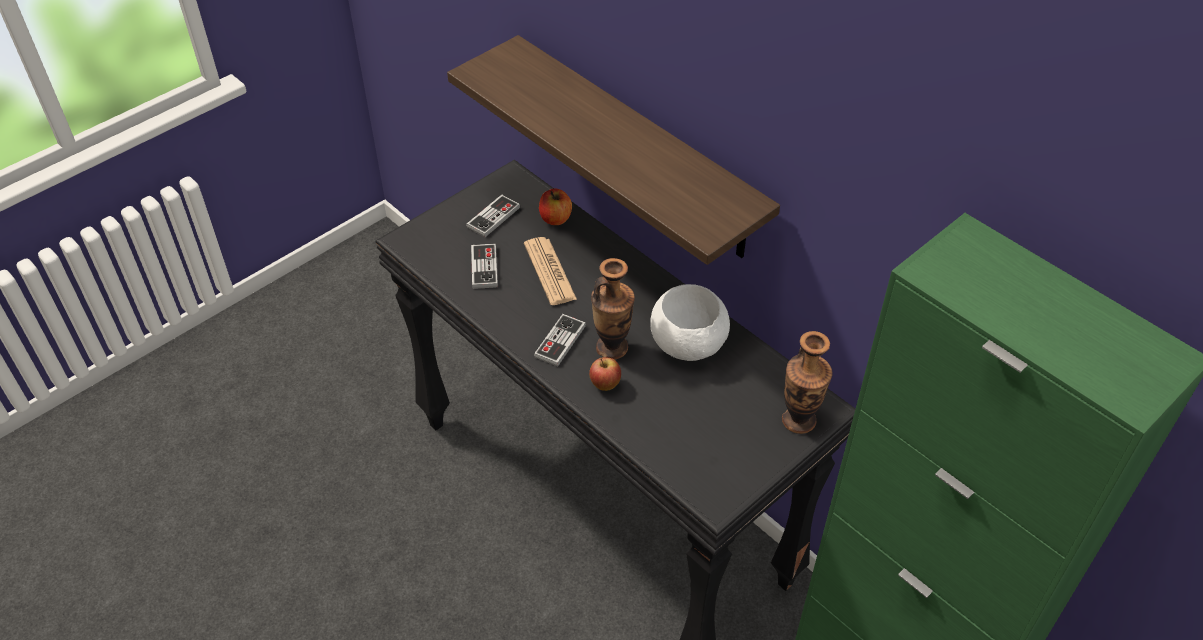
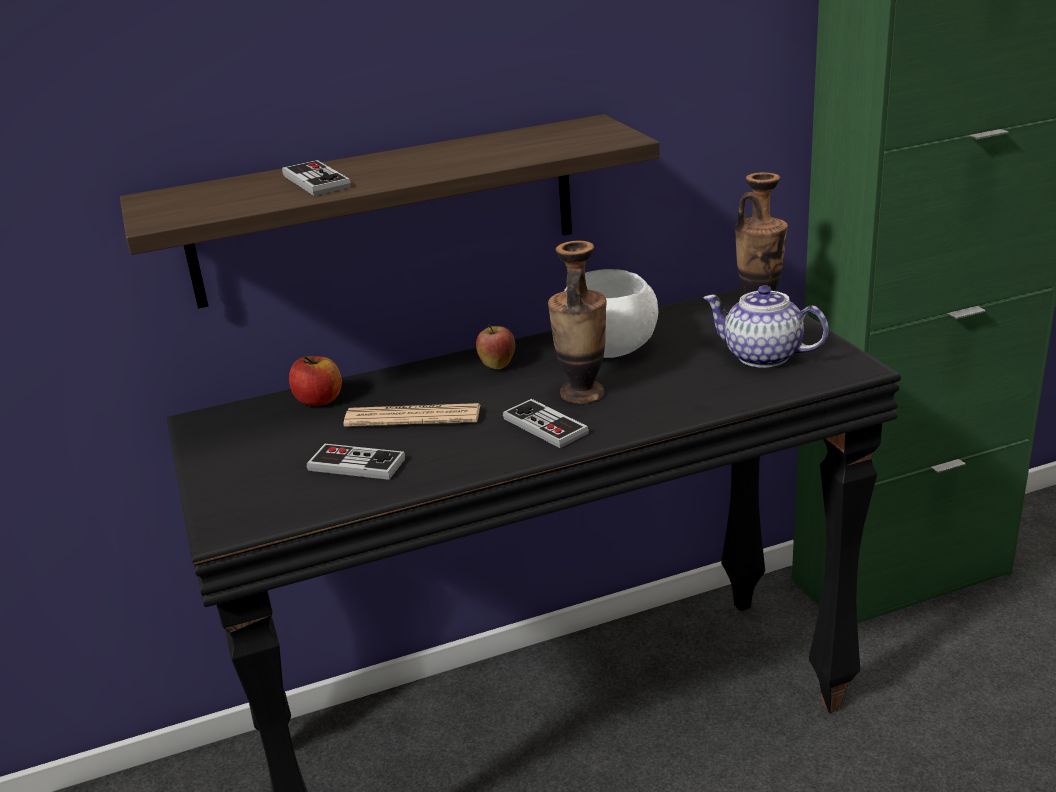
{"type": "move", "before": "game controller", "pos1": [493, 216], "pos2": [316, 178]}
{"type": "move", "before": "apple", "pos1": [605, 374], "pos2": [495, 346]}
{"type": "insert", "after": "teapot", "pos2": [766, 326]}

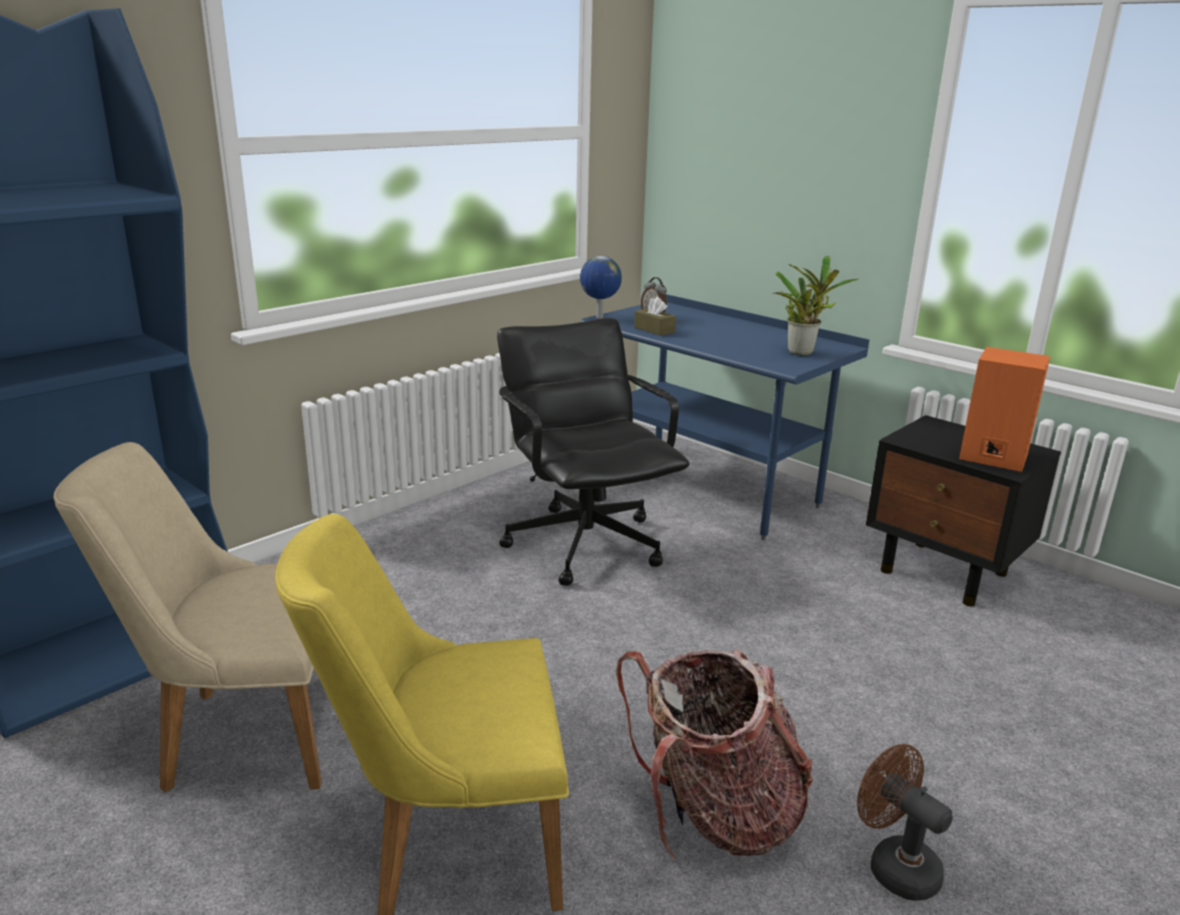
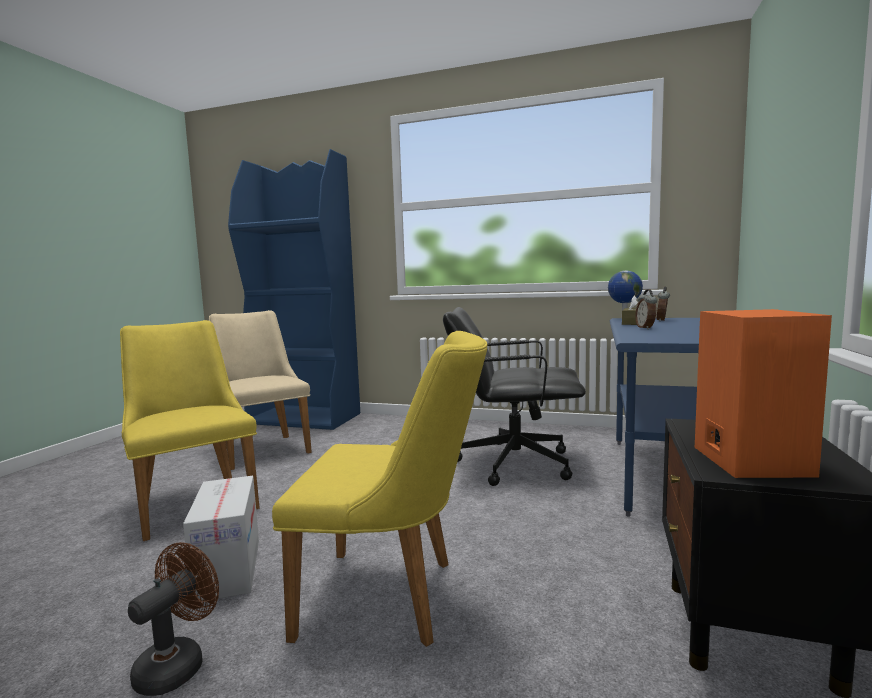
{"type": "delete", "before": "potted plant", "pos1": [814, 306]}
{"type": "rotate", "before": "black office chair", "pos1": [593, 452], "pos2": [514, 396], "turn": -120}
{"type": "replace", "before": "backpack", "after": "cardboard box", "pos1": [714, 755], "pos2": [221, 538]}
{"type": "insert", "after": "alarm clock", "pos2": [646, 309]}
{"type": "insert", "after": "yellow chair", "pos2": [379, 489]}

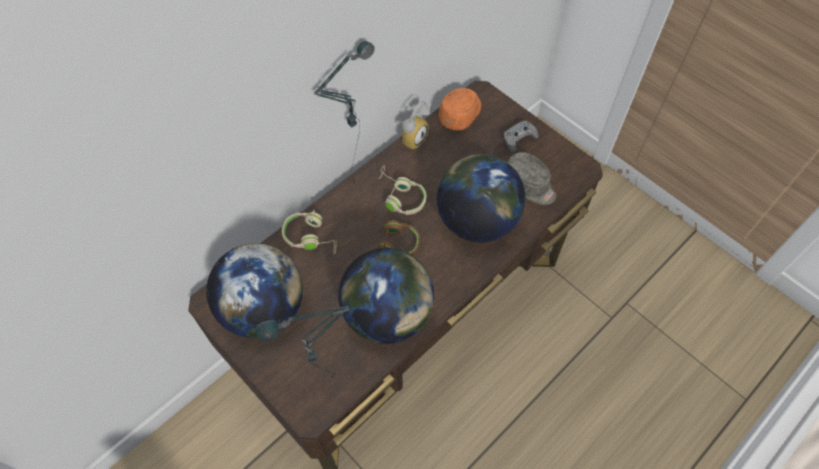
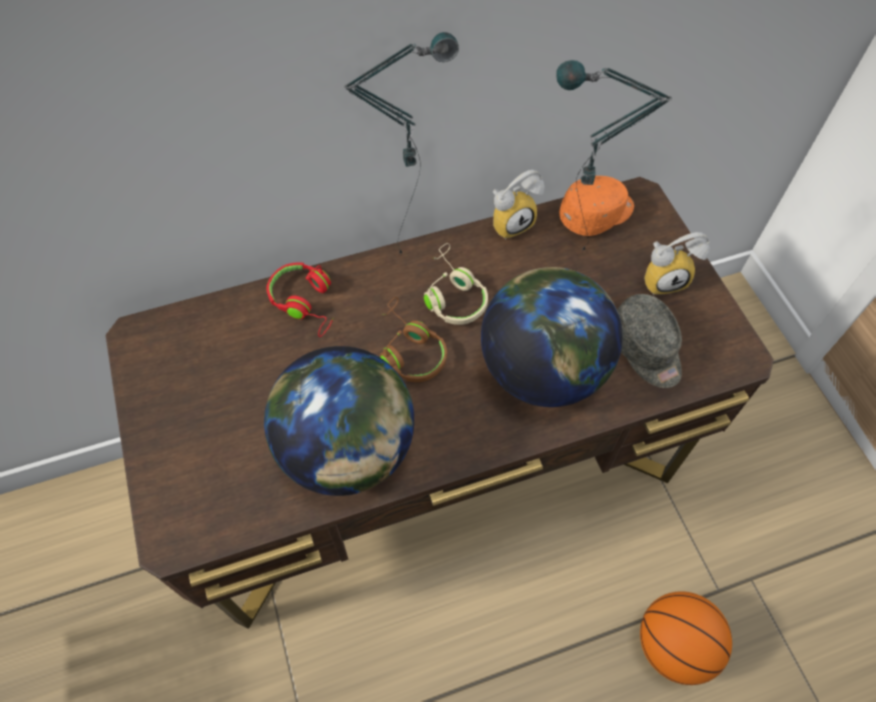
{"type": "replace", "before": "grey game controller", "after": "alarm clock", "pos1": [521, 137], "pos2": [677, 263]}
{"type": "recolor", "before": "beige headphones", "after": "red headphones", "pos1": [309, 232], "pos2": [299, 300]}
{"type": "delete", "before": "globe", "pos1": [254, 290]}
{"type": "move", "before": "table lamp", "pos1": [302, 341], "pos2": [614, 155]}
{"type": "insert", "after": "basketball", "pos2": [686, 638]}

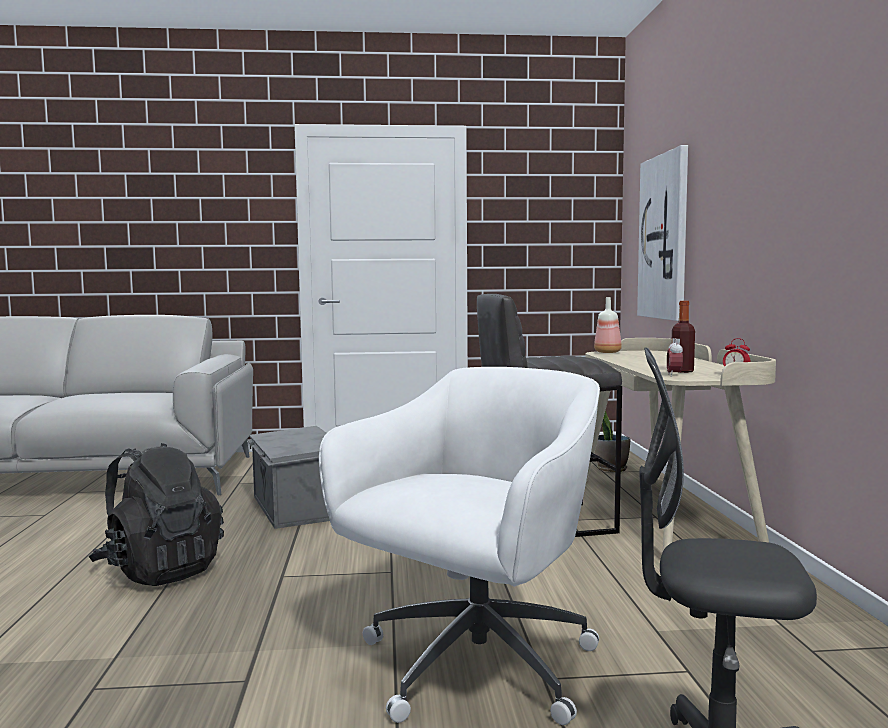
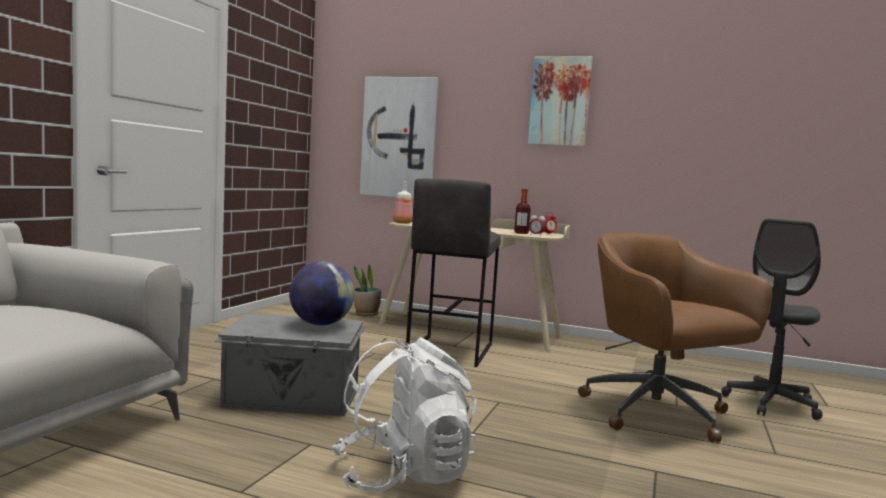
{"type": "recolor", "before": "white office chair", "after": "brown office chair", "pos1": [459, 546], "pos2": [675, 338]}
{"type": "recolor", "before": "black backpack", "after": "white backpack", "pos1": [156, 514], "pos2": [404, 414]}
{"type": "insert", "after": "picture", "pos2": [560, 101]}
{"type": "insert", "after": "globe", "pos2": [322, 293]}

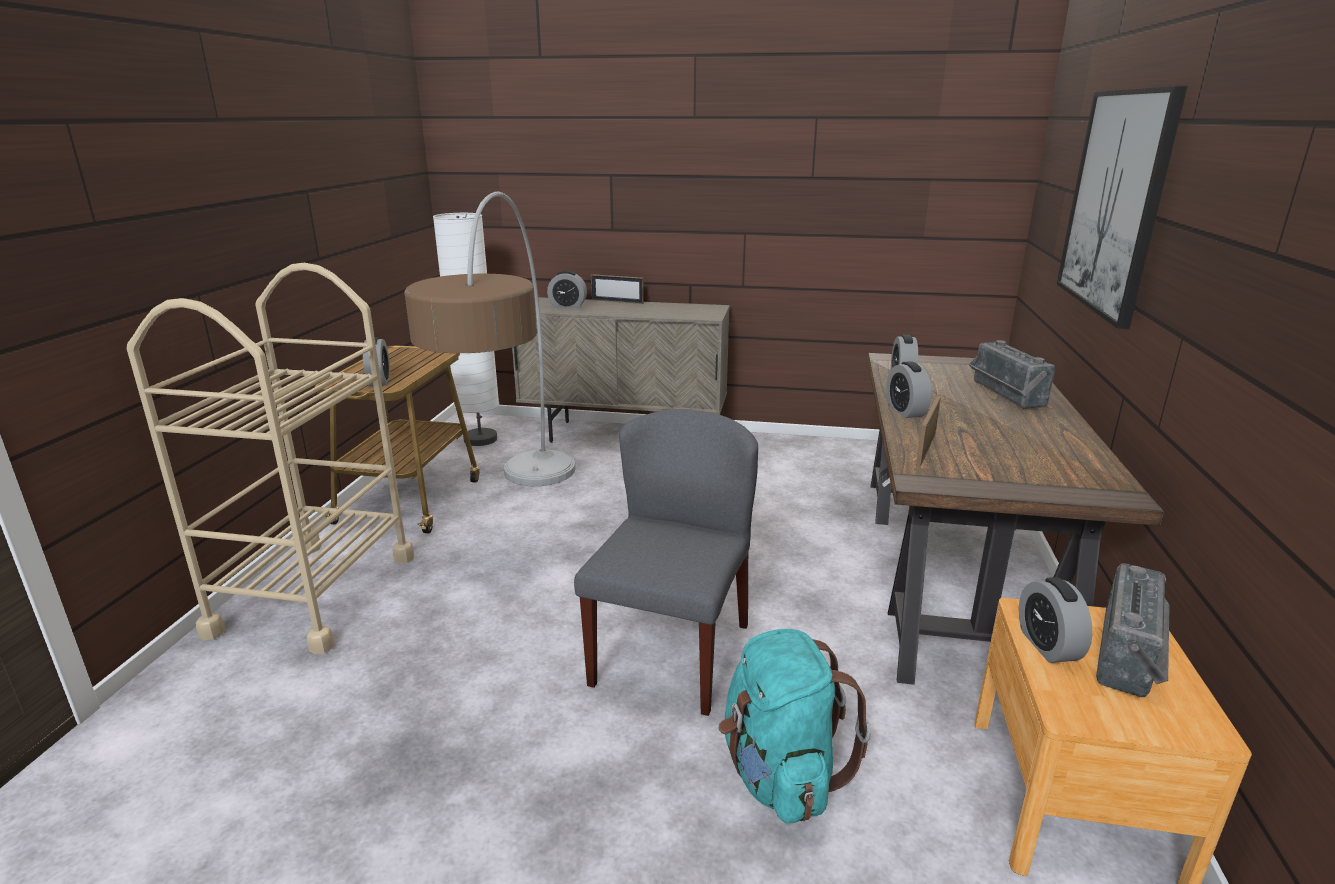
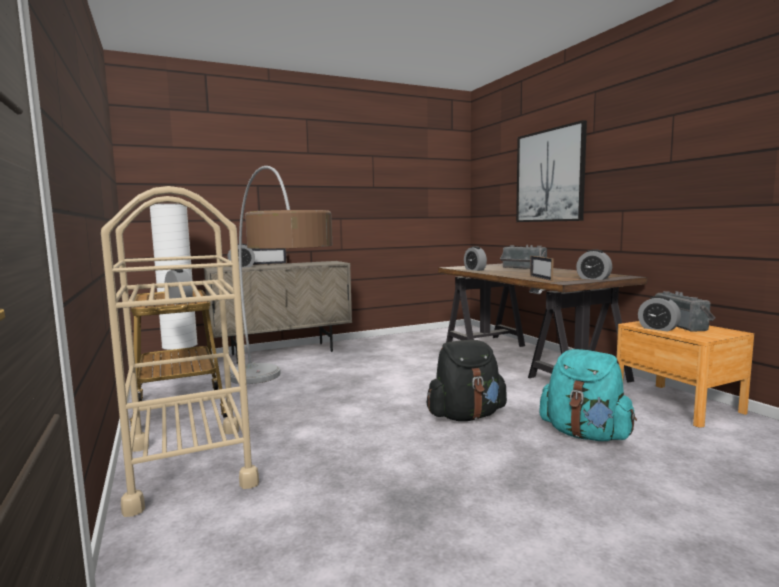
{"type": "move", "before": "alarm clock", "pos1": [909, 389], "pos2": [594, 264]}
{"type": "replace", "before": "grey chair", "after": "black backpack", "pos1": [666, 562], "pos2": [467, 380]}

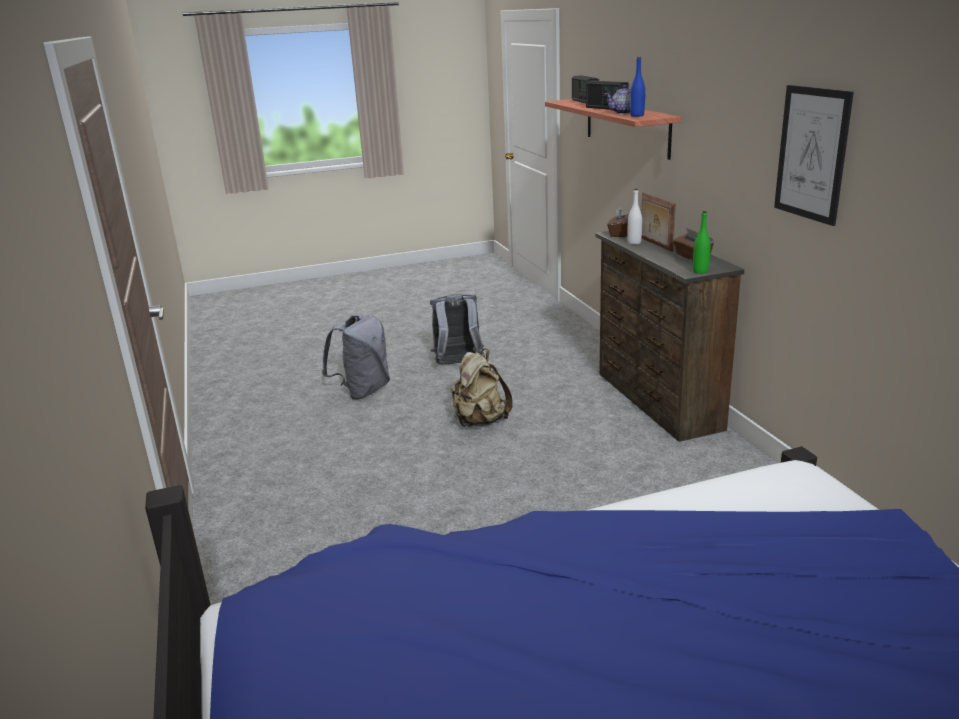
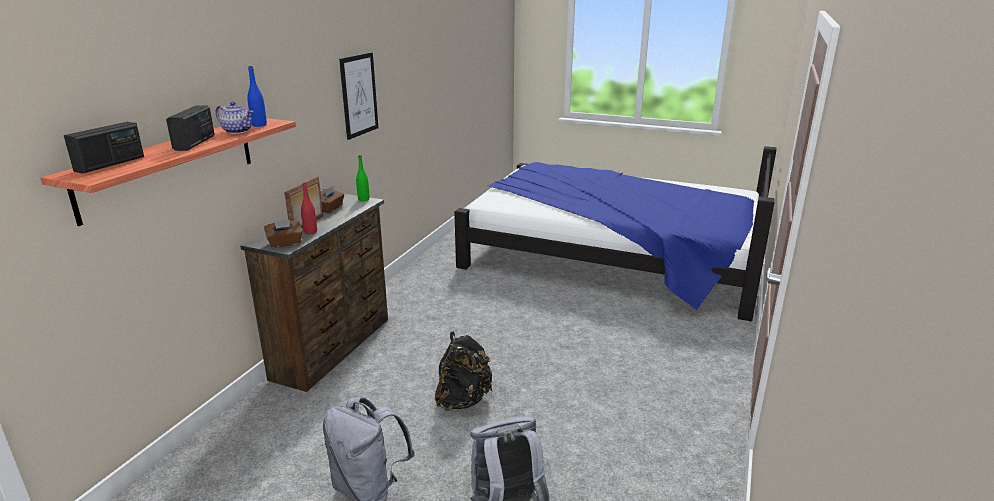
{"type": "recolor", "before": "white bottle", "after": "red bottle", "pos1": [634, 216], "pos2": [309, 208]}
{"type": "recolor", "before": "beige backpack", "after": "black backpack", "pos1": [482, 388], "pos2": [463, 371]}

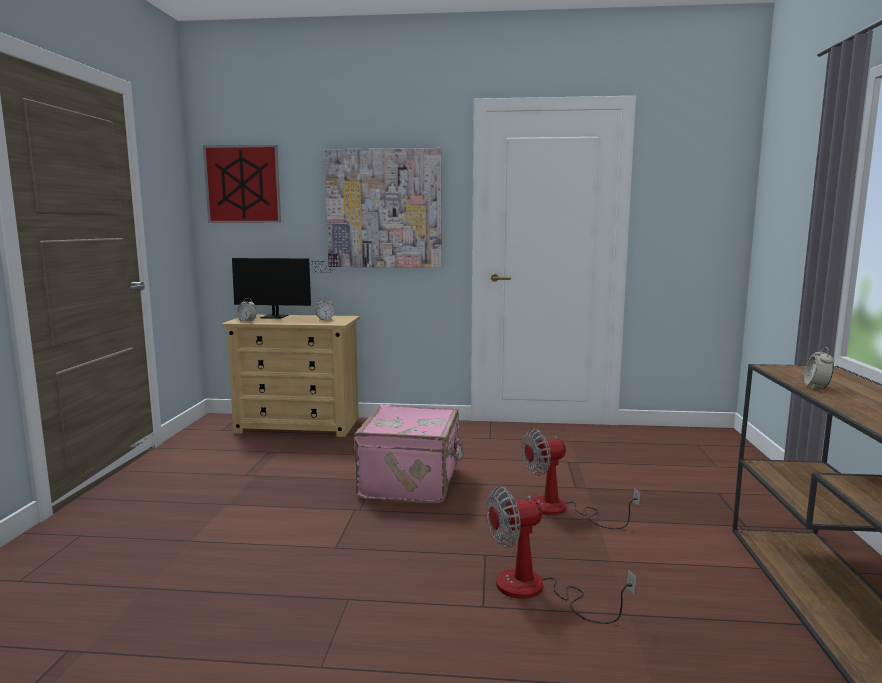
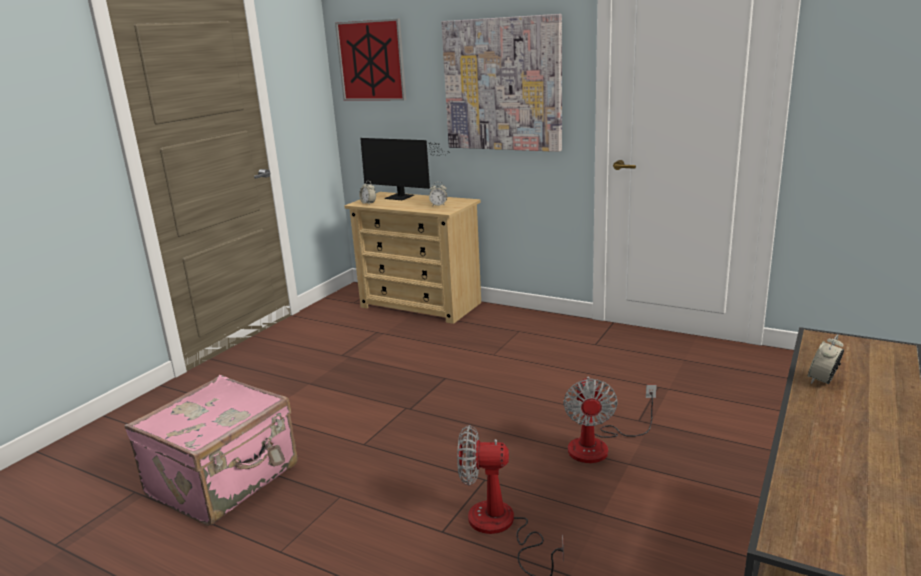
{"type": "move", "before": "pink suitcase", "pos1": [409, 454], "pos2": [211, 450]}
{"type": "rotate", "before": "fan", "pos1": [581, 479], "pos2": [610, 419], "turn": -90}

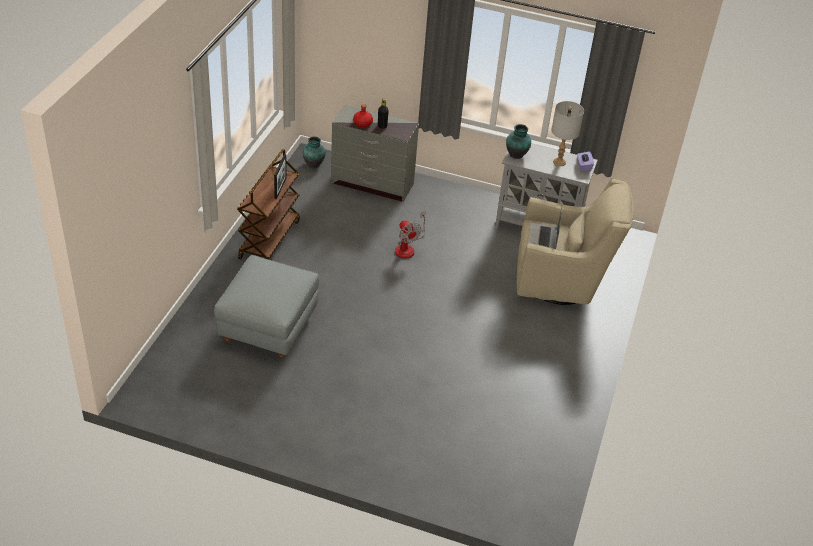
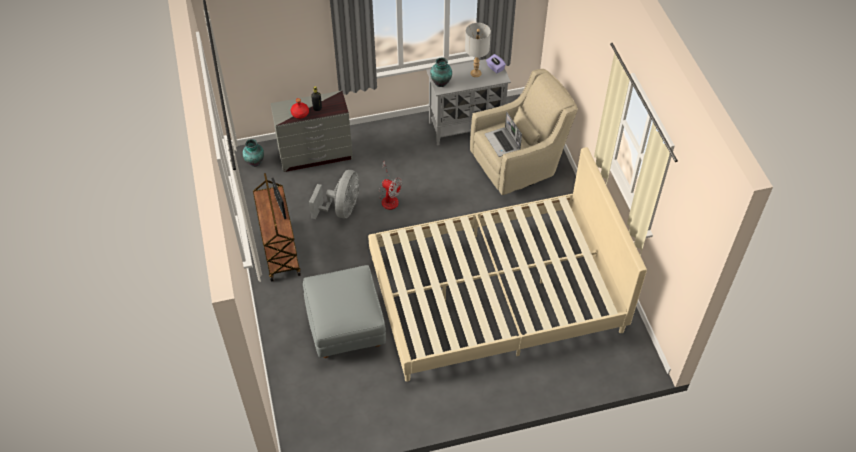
{"type": "insert", "after": "beige bed", "pos2": [507, 264]}
{"type": "insert", "after": "grey fan", "pos2": [334, 194]}

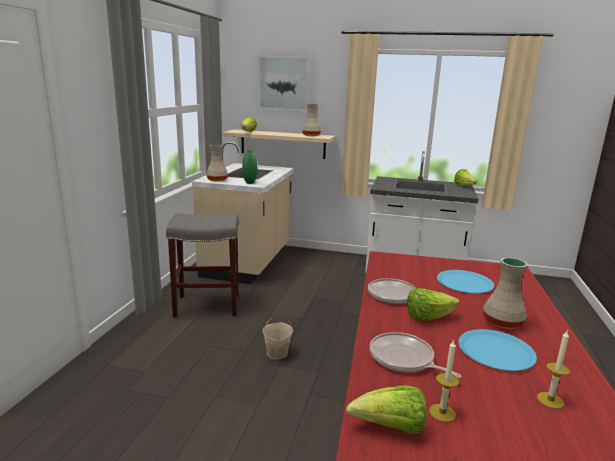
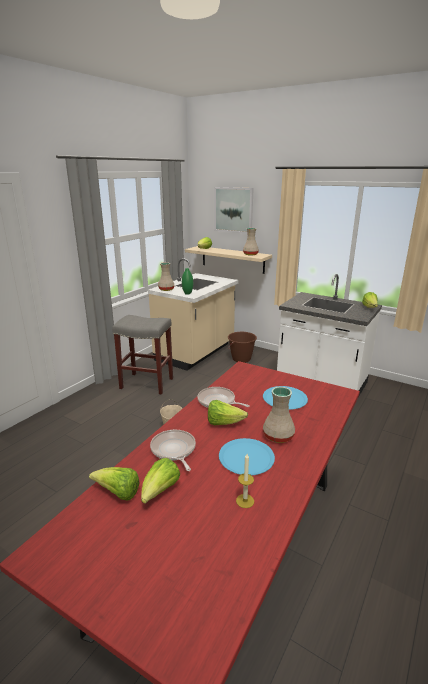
{"type": "replace", "before": "candle", "after": "lettuce", "pos1": [444, 380], "pos2": [160, 481]}
{"type": "insert", "after": "brown bucket", "pos2": [242, 347]}

